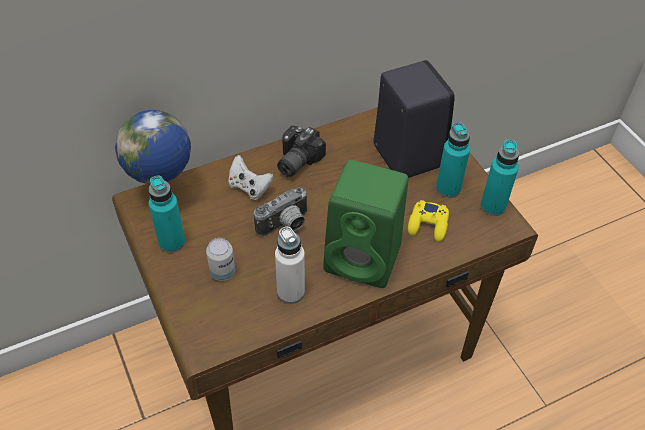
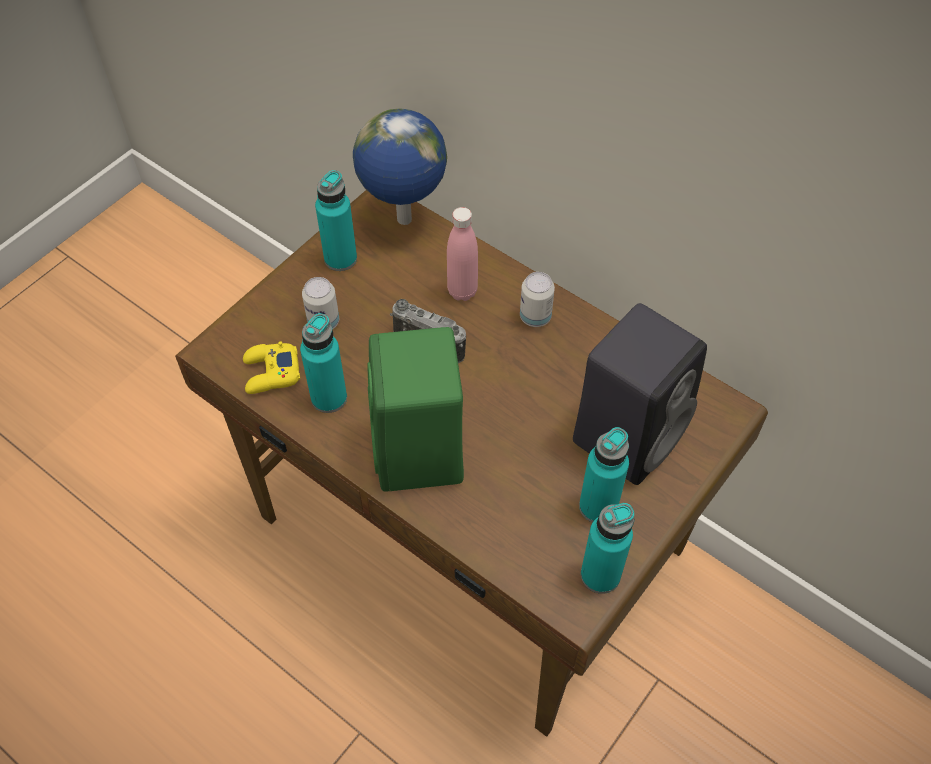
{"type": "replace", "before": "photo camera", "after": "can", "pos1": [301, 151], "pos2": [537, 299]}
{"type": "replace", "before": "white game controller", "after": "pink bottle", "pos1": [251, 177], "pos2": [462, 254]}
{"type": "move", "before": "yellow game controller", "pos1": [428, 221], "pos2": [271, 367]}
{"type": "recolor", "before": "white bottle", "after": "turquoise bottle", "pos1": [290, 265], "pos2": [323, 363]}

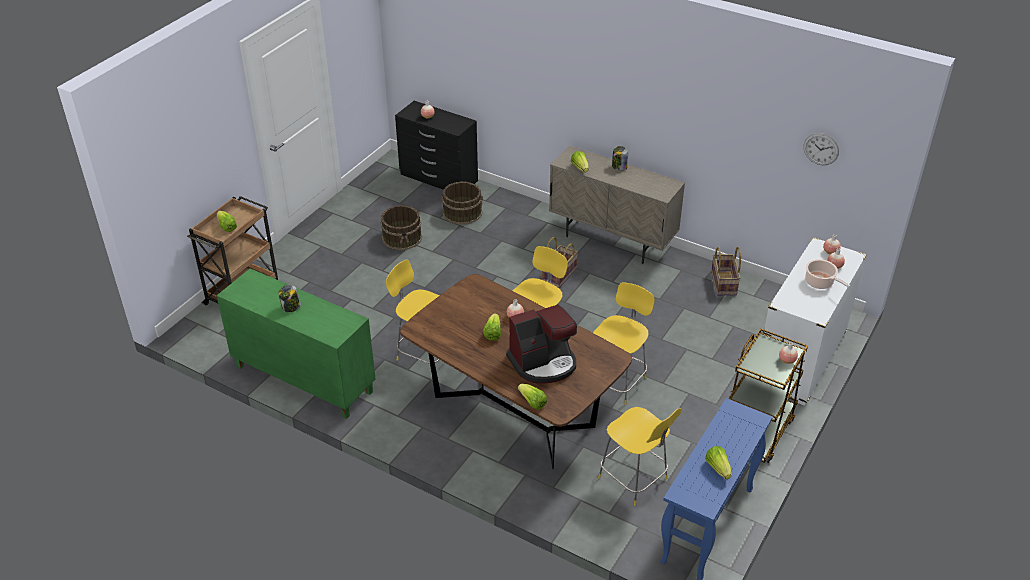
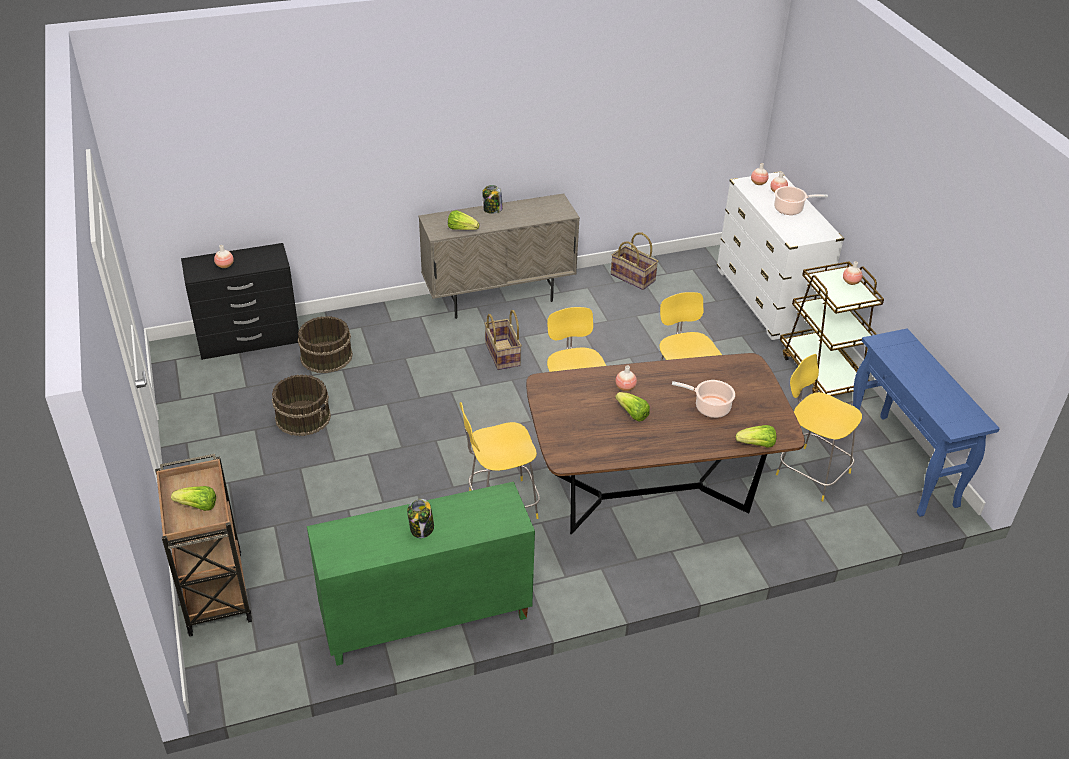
{"type": "delete", "before": "wall clock", "pos1": [821, 149]}
{"type": "replace", "before": "coffee machine", "after": "cooking pot", "pos1": [541, 344], "pos2": [703, 399]}
{"type": "rotate", "before": "yellow chair", "pos1": [639, 456], "pos2": [819, 427], "turn": -135}
{"type": "delete", "before": "lettuce", "pos1": [718, 462]}

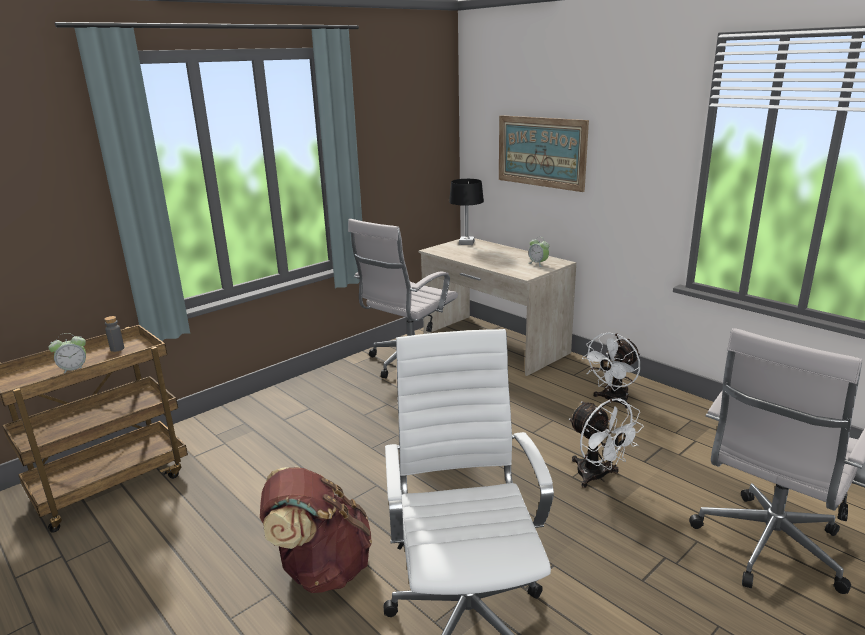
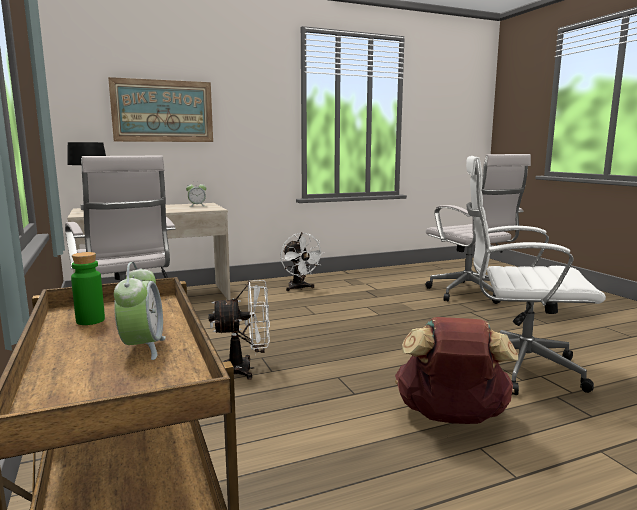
{"type": "recolor", "before": "grey bottle", "after": "green bottle", "pos1": [114, 334], "pos2": [88, 288]}
{"type": "move", "before": "white fan", "pos1": [606, 443], "pos2": [239, 330]}

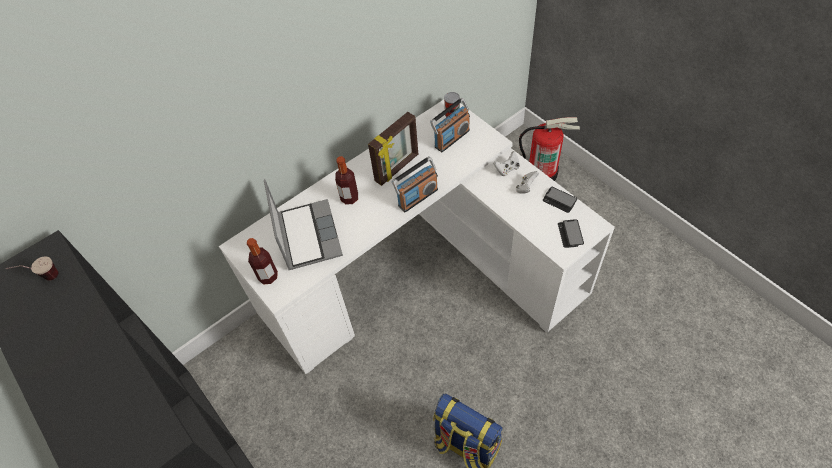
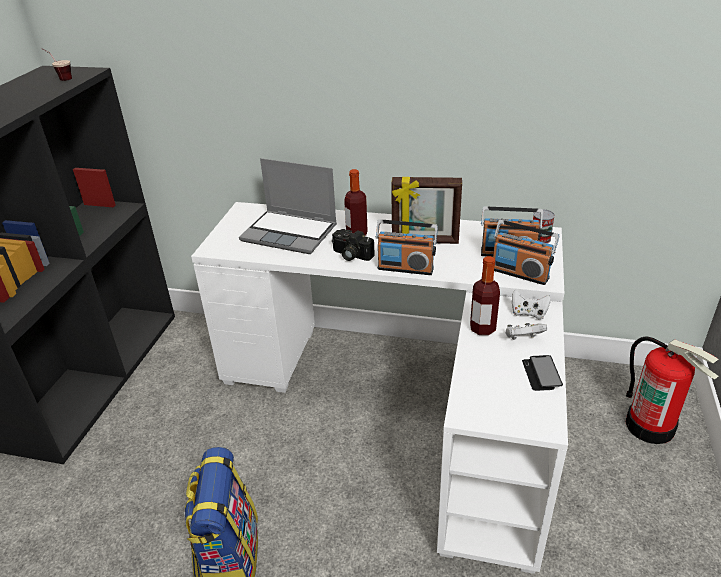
{"type": "rotate", "before": "laptop", "pos1": [303, 224], "pos2": [288, 206], "turn": 75}
{"type": "delete", "before": "phone", "pos1": [571, 233]}
{"type": "move", "before": "bottle", "pos1": [262, 261], "pos2": [485, 295]}
{"type": "insert", "after": "radio", "pos2": [526, 252]}
{"type": "insert", "after": "photo camera", "pos2": [353, 245]}

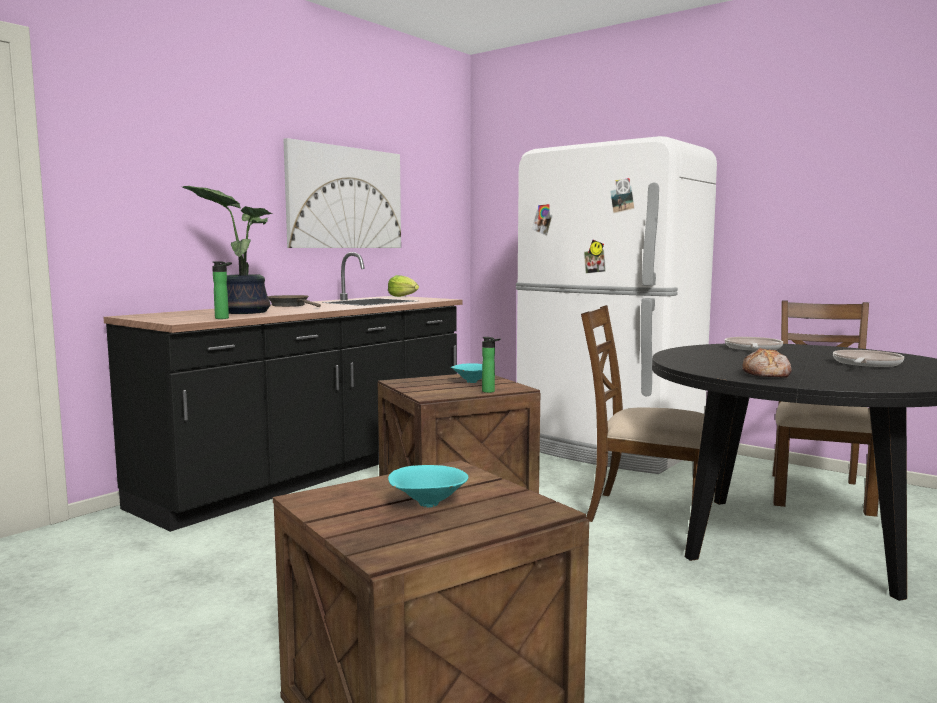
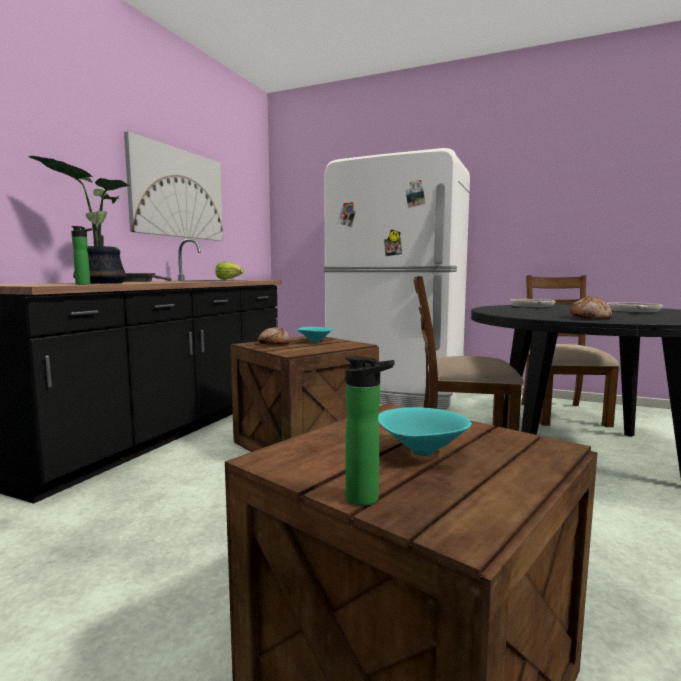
{"type": "move", "before": "bottle", "pos1": [491, 365], "pos2": [370, 431]}
{"type": "insert", "after": "bread", "pos2": [274, 336]}

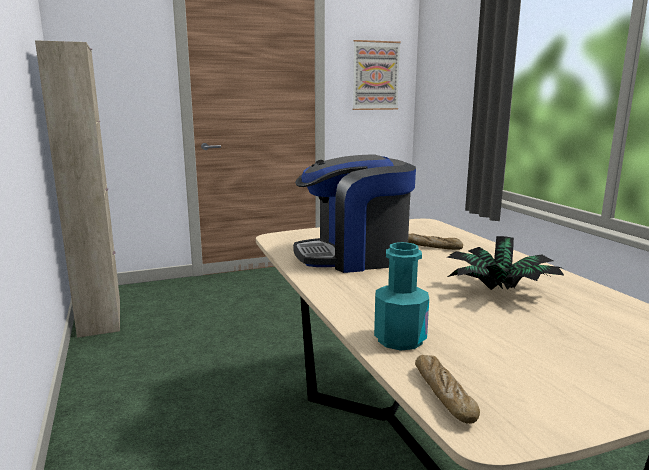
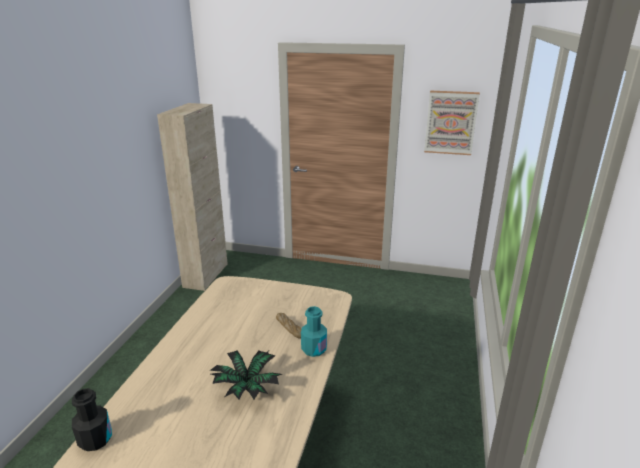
{"type": "delete", "before": "coffee machine", "pos1": [354, 213]}
{"type": "move", "before": "turquoise bottle", "pos1": [401, 296], "pos2": [314, 331]}
{"type": "replace", "before": "bread", "after": "black bottle", "pos1": [447, 389], "pos2": [92, 419]}

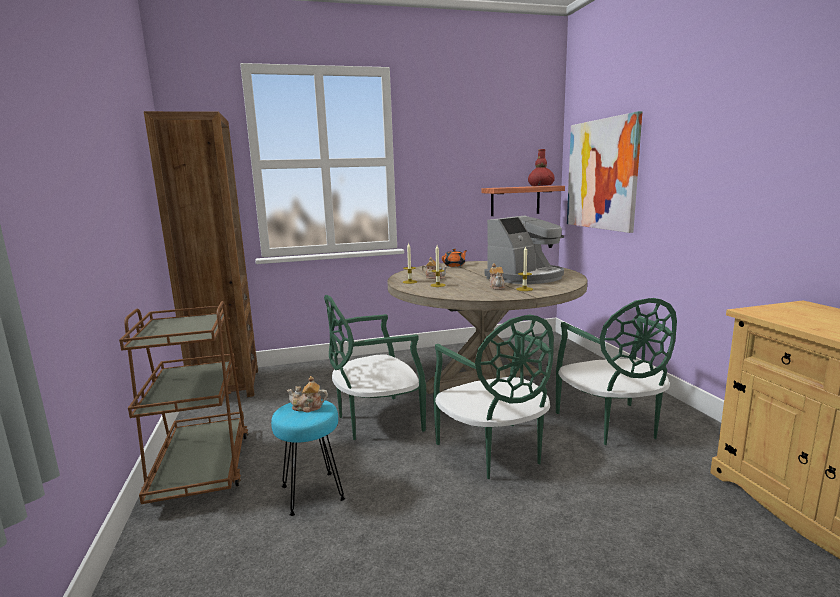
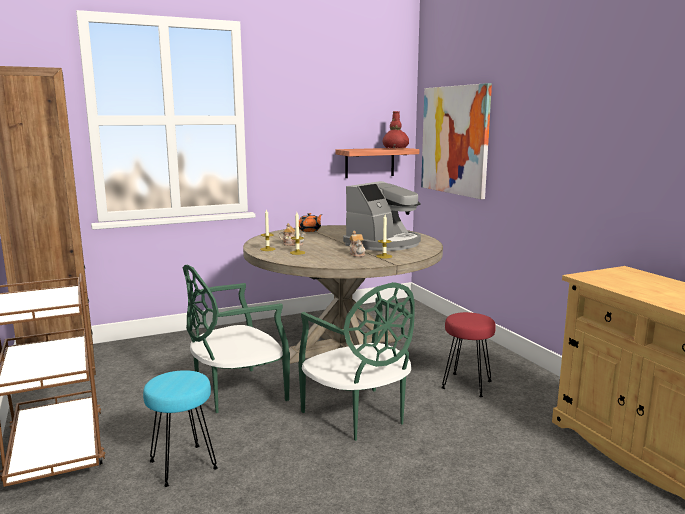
{"type": "replace", "before": "green chair", "after": "red stool", "pos1": [616, 371], "pos2": [468, 354]}
{"type": "delete", "before": "teapot", "pos1": [307, 394]}

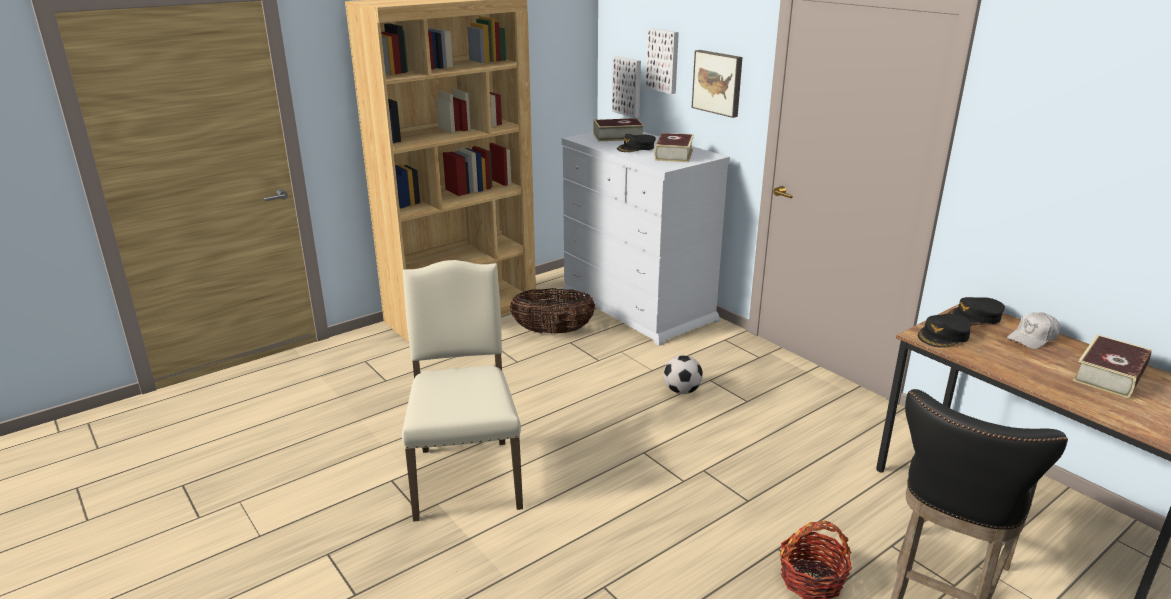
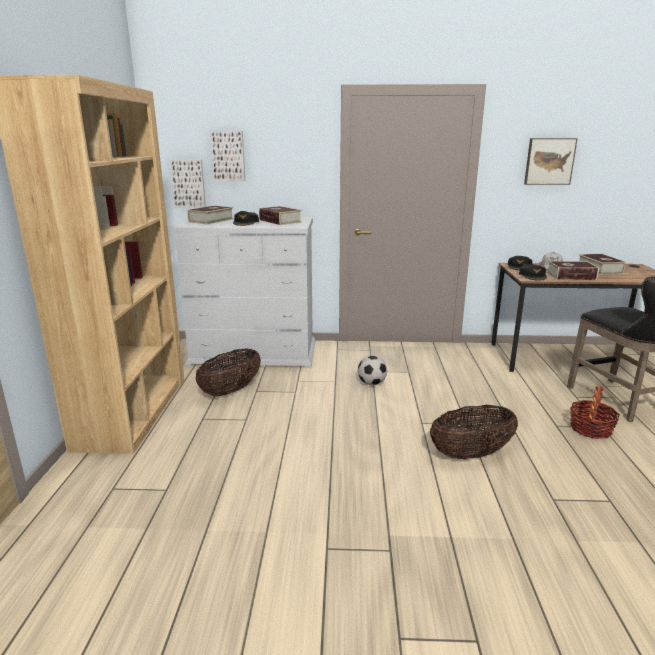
{"type": "move", "before": "picture", "pos1": [717, 84], "pos2": [551, 161]}
{"type": "delete", "before": "beige chair", "pos1": [462, 391]}
{"type": "insert", "after": "book", "pos2": [573, 270]}
{"type": "insert", "after": "basket", "pos2": [474, 432]}

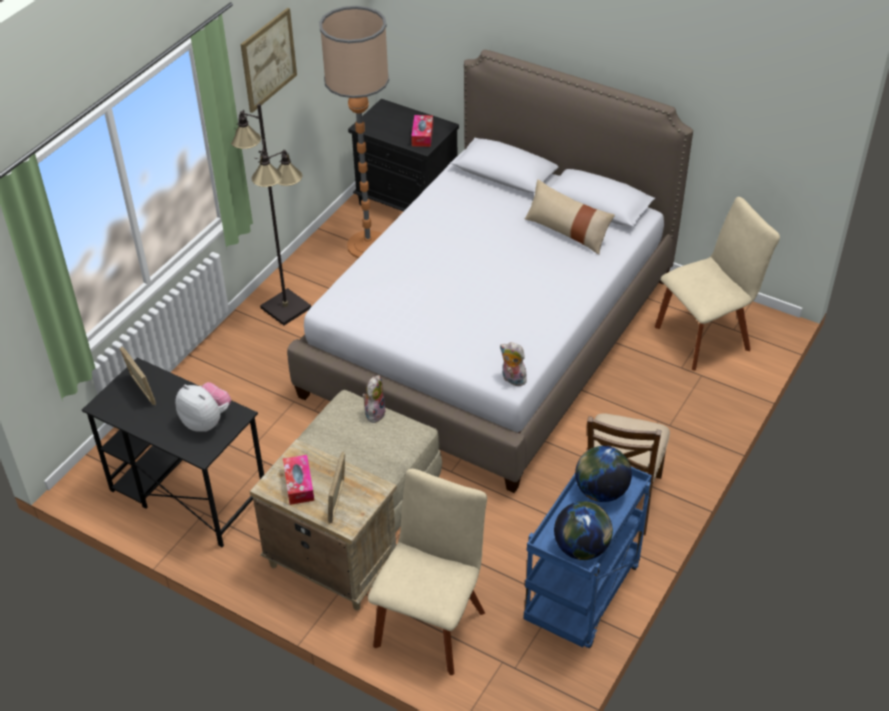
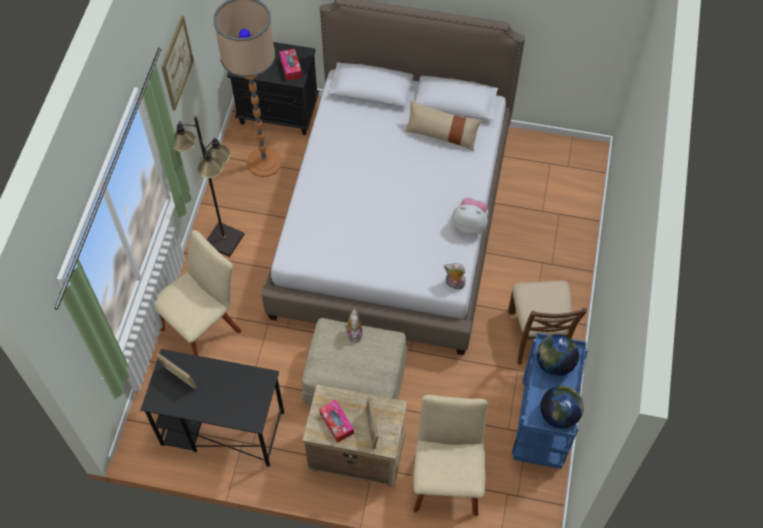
{"type": "move", "before": "beige chair", "pos1": [717, 284], "pos2": [197, 293]}
{"type": "move", "before": "plush toy", "pos1": [203, 407], "pos2": [470, 217]}

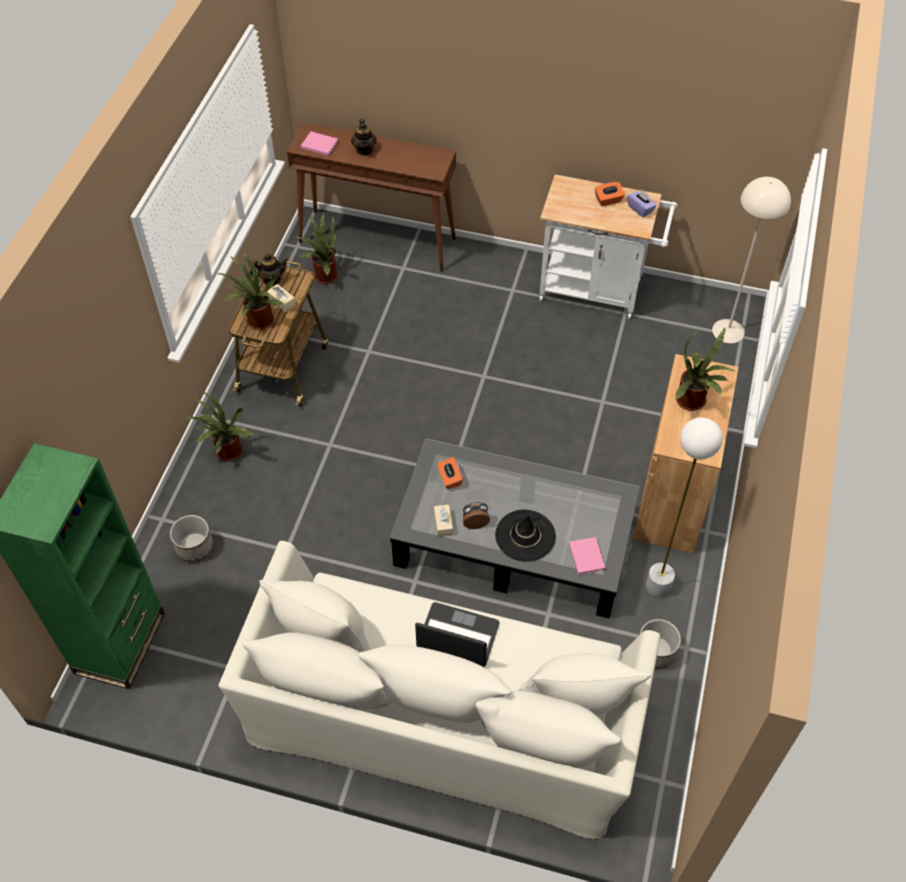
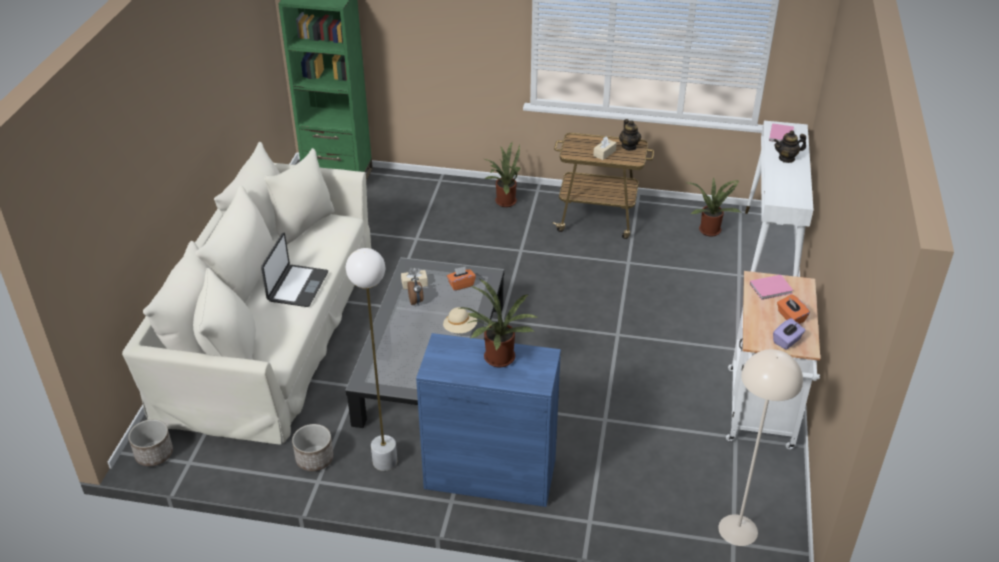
{"type": "recolor", "before": "brown console table", "after": "white console table", "pos1": [371, 197], "pos2": [779, 199]}
{"type": "delete", "before": "potted plant", "pos1": [251, 290]}
{"type": "recolor", "before": "brown cabinet", "after": "blue cabinet", "pos1": [686, 453], "pos2": [488, 420]}
{"type": "delete", "before": "black hat", "pos1": [525, 535]}
{"type": "move", "before": "planter", "pos1": [191, 538], "pos2": [150, 442]}
{"type": "move", "before": "pink book", "pos1": [587, 556], "pos2": [771, 287]}
{"type": "insert", "after": "beige hat", "pos2": [460, 320]}

